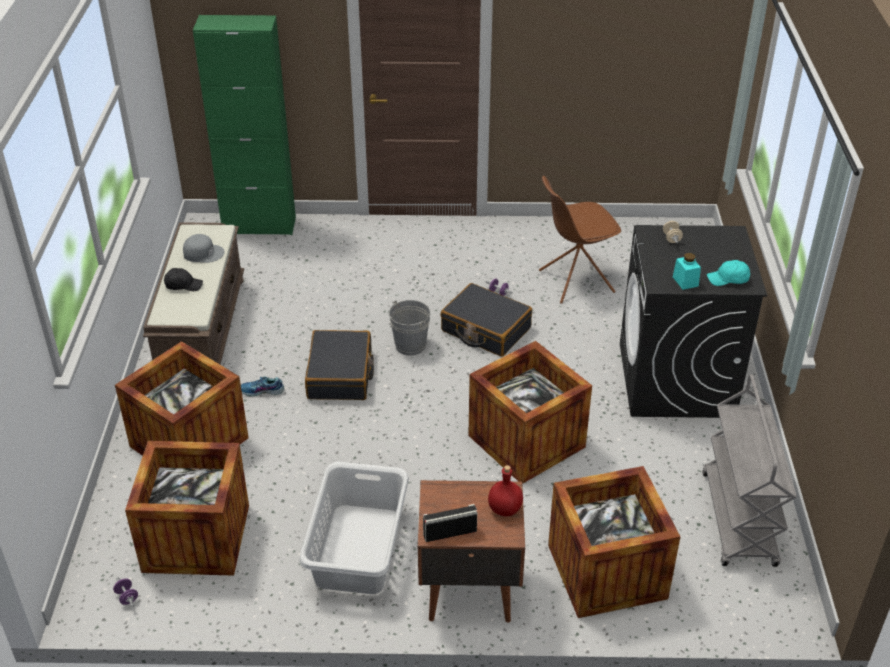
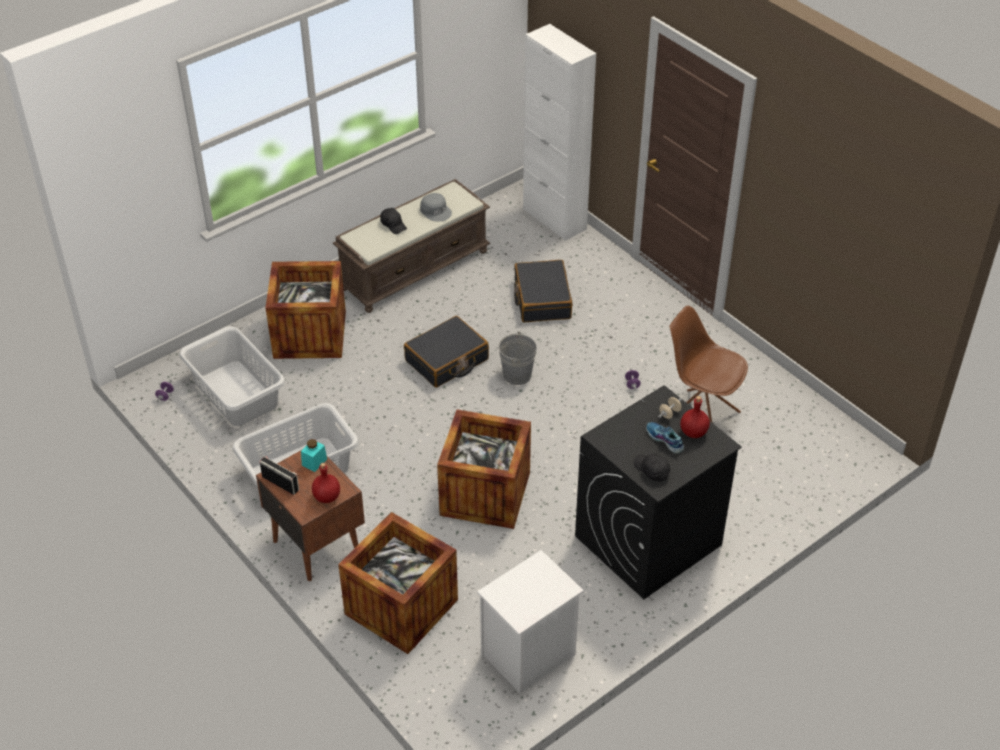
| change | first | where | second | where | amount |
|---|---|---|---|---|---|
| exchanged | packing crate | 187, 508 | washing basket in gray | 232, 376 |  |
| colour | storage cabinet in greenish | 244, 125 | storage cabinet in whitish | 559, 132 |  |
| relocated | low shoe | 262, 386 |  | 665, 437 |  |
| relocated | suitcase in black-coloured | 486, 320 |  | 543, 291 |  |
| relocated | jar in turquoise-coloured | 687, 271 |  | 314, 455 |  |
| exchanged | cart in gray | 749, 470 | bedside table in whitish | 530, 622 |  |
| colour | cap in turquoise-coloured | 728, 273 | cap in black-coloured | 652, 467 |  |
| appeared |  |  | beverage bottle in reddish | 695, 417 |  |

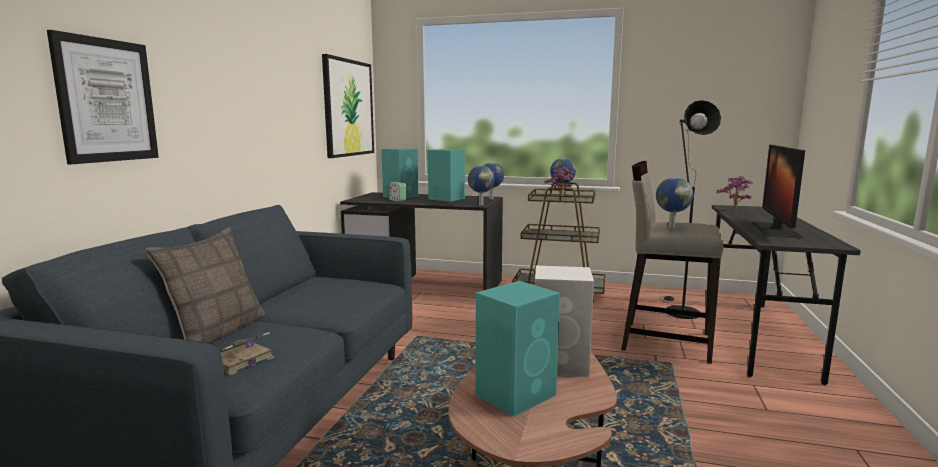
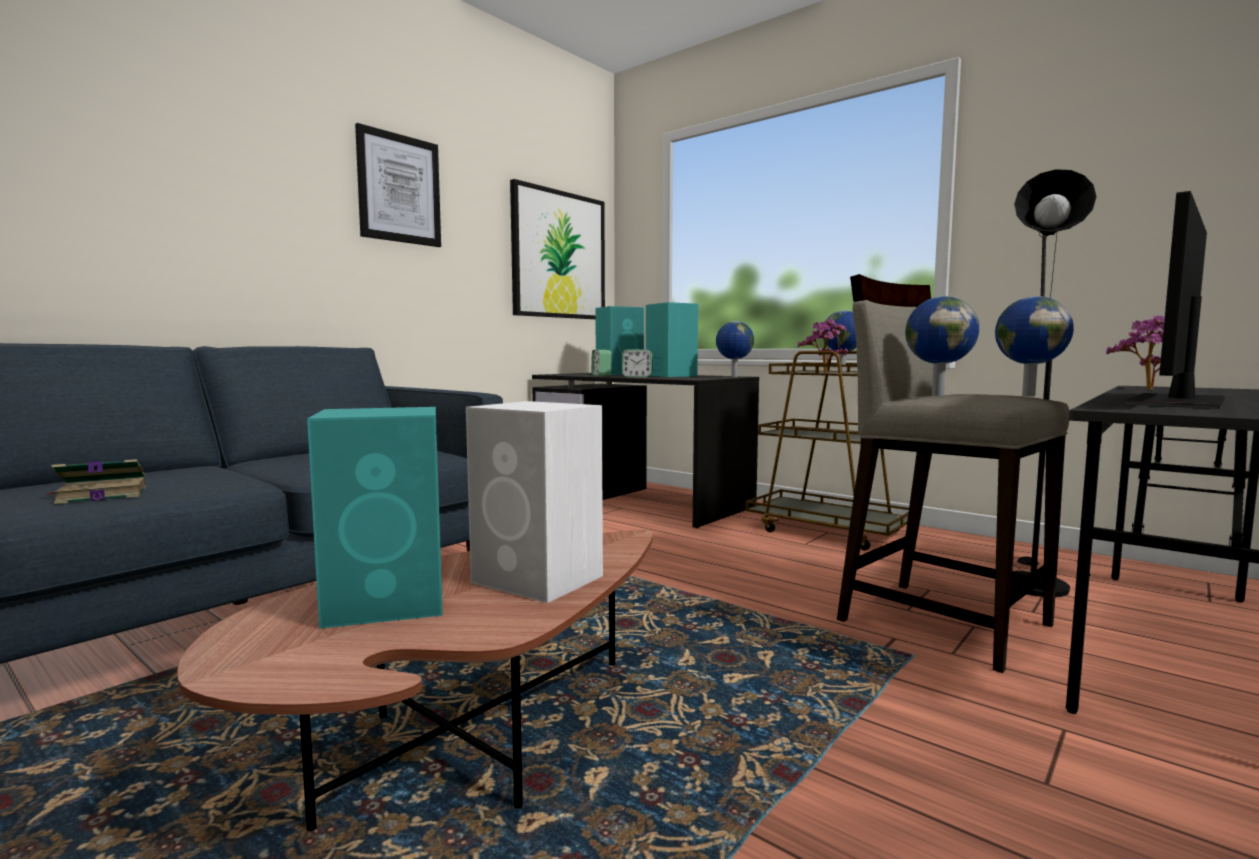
| change | first | where | second | where | amount |
|---|---|---|---|---|---|
| relocated | picture | 103, 97 |  | 398, 185 |  |
| missing | throw pillow | 205, 285 |  |  |  |
| relocated | globe | 481, 185 |  | 1034, 346 |  |
| appeared |  |  | table clock | 637, 363 |  |

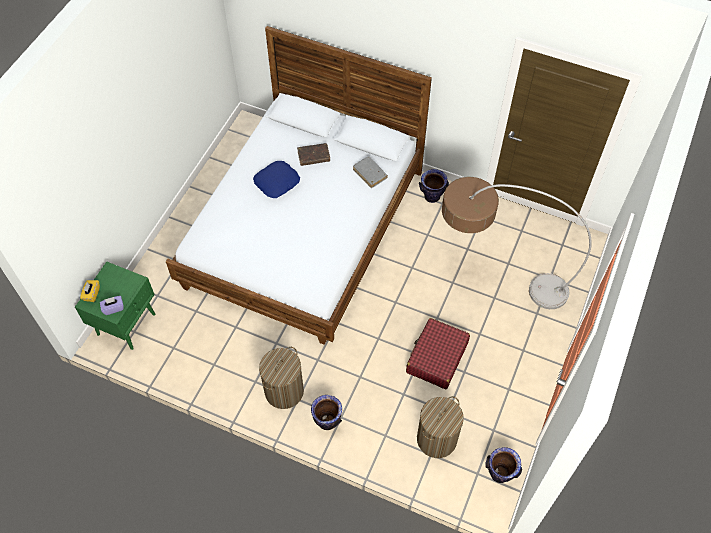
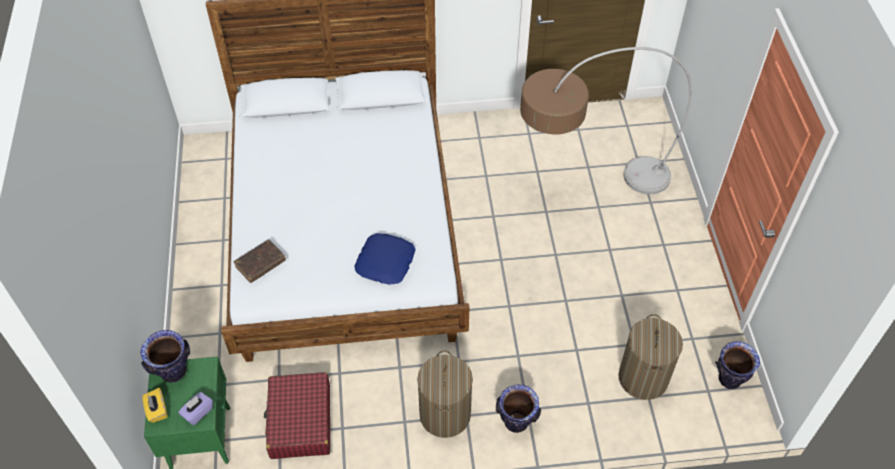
| change | first | where | second | where | amount |
|---|---|---|---|---|---|
| relocated | throw pillow in blue | 276, 179 |  | 385, 259 |  |
| relocated | bound book in brownish | 313, 154 |  | 260, 261 |  |
| missing | bound book in gray | 370, 172 |  |  |  |
| relocated | suitcase in reddish | 438, 353 |  | 297, 415 |  |
| relocated | vase | 434, 186 |  | 165, 356 |  |

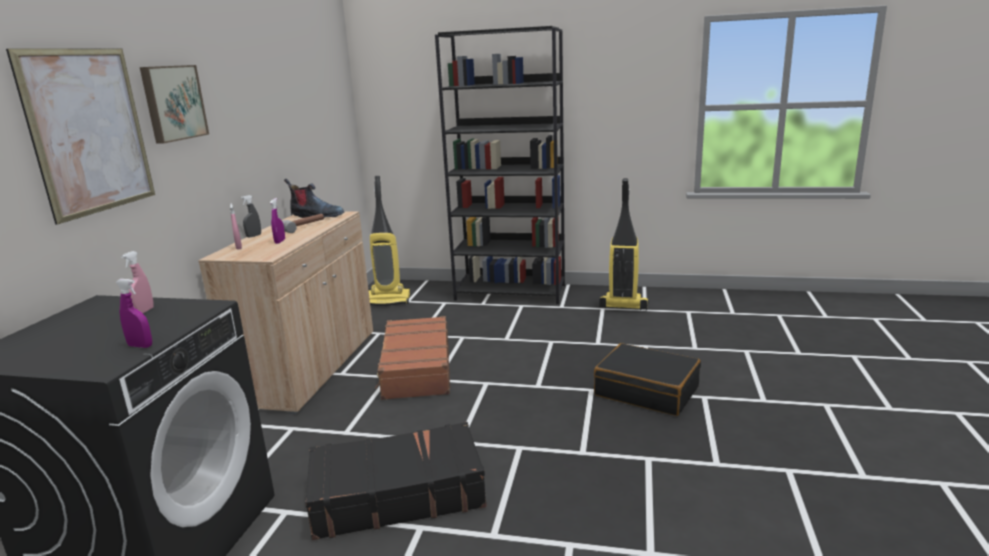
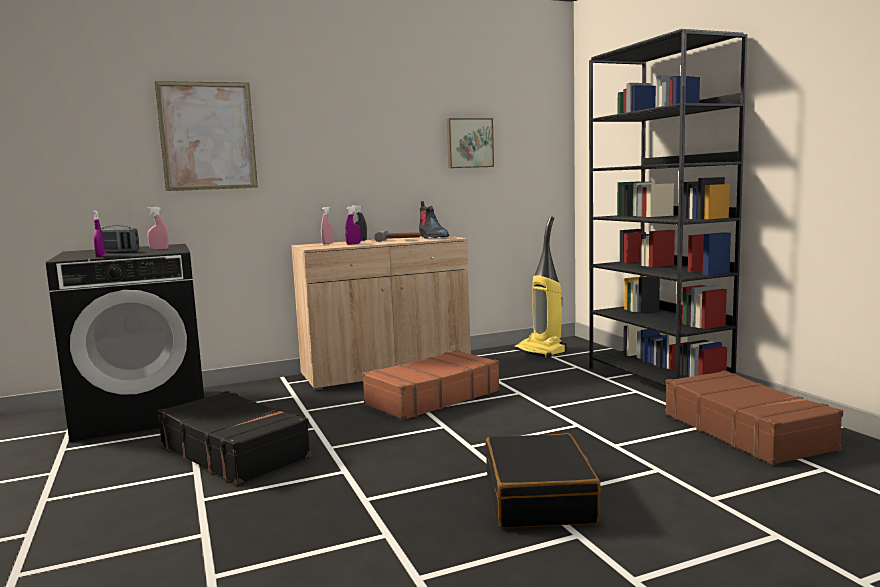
| change | first | where | second | where | amount |
|---|---|---|---|---|---|
| relocated | picture | 174, 104 |  | 470, 143 |  |
| exchanged | vacuum | 624, 244 | suitcase in brownish | 754, 418 |  |
| appeared |  |  | radio set | 120, 238 |  |

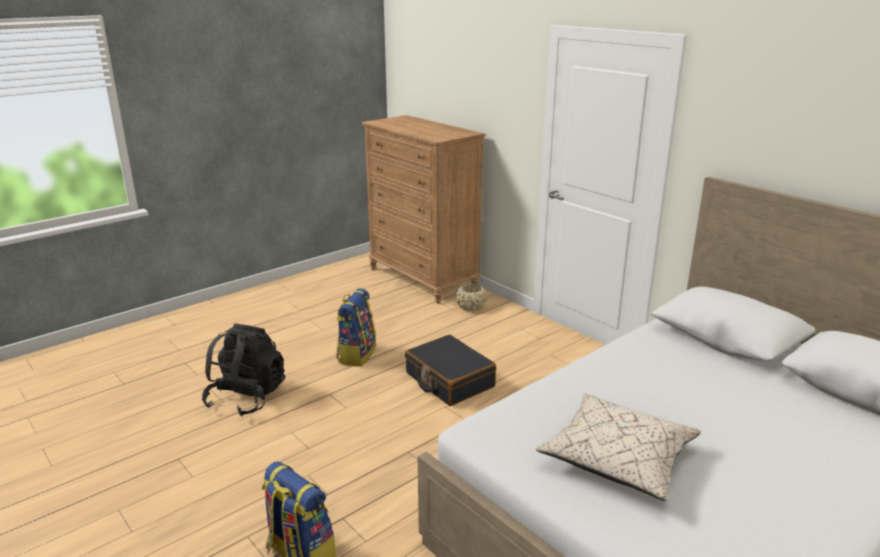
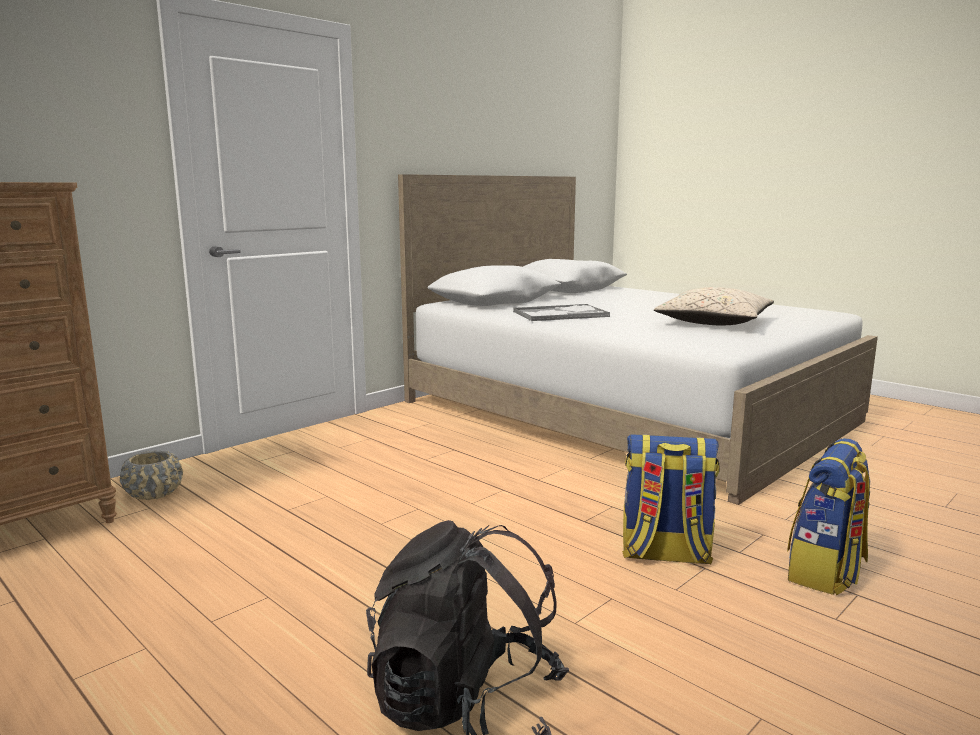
| change | first | where | second | where | amount |
|---|---|---|---|---|---|
| relocated | knapsack | 356, 327 |  | 671, 499 |  |
| missing | suitcase in black-coloured | 450, 370 |  |  |  |
| appeared |  |  | carrying tray | 561, 312 |  |

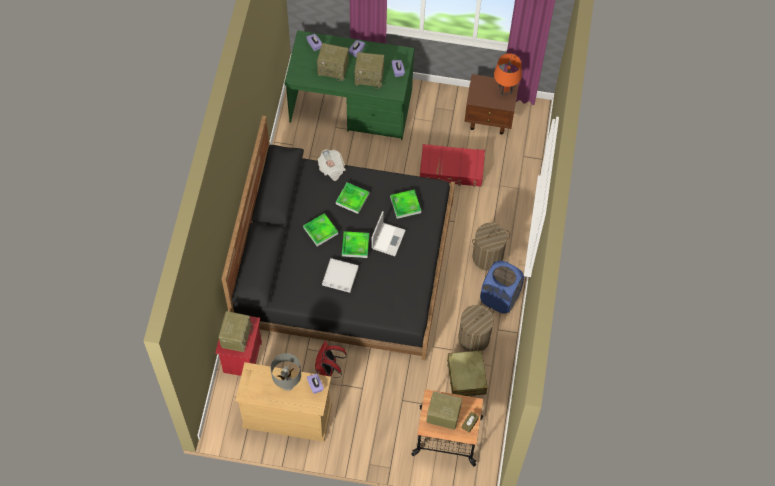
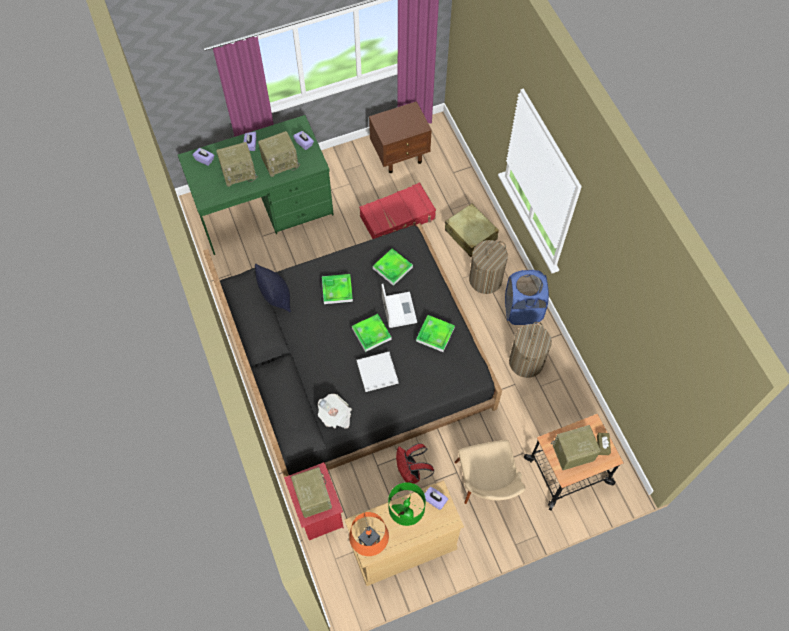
| change | first | where | second | where | amount |
|---|---|---|---|---|---|
| colour | lamp for a table in gray | 286, 372 | lamp for a table in greenish | 407, 504 |  |
| relocated | carrying tray | 320, 229 |  | 435, 333 |  |
| relocated | daily paper | 332, 165 |  | 335, 411 |  |
| relocated | suitcase in sand-coloured | 467, 373 |  | 472, 230 |  |
| relocated | lamp for a table in orangey | 508, 74 |  | 369, 534 |  |
| appeared |  |  | throw pillow in black-coloured | 273, 288 |  |
| appeared |  |  | chair in sand-coloured | 490, 472 |  |

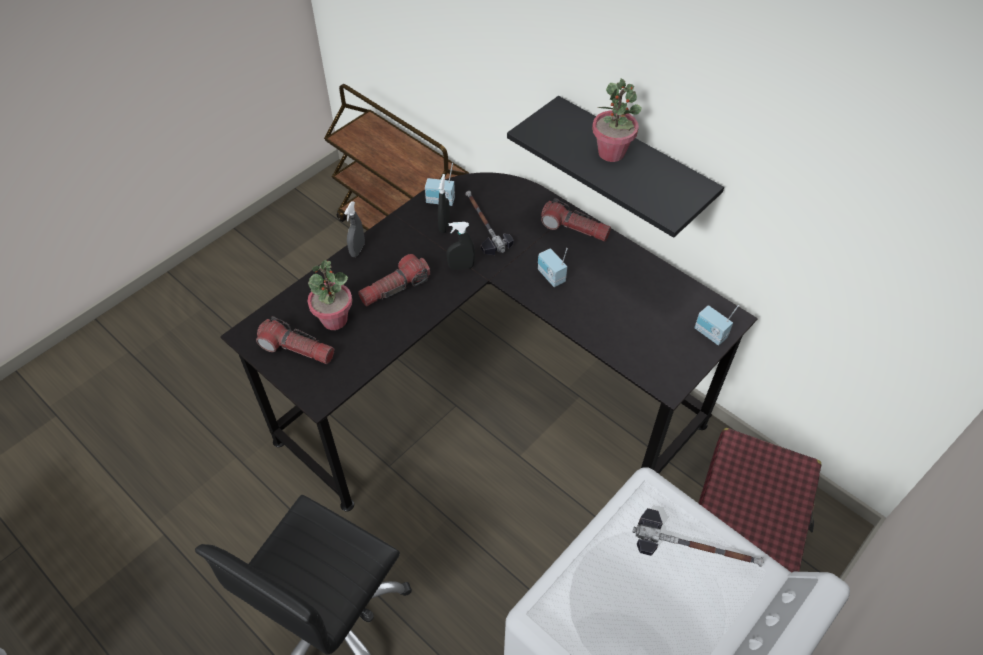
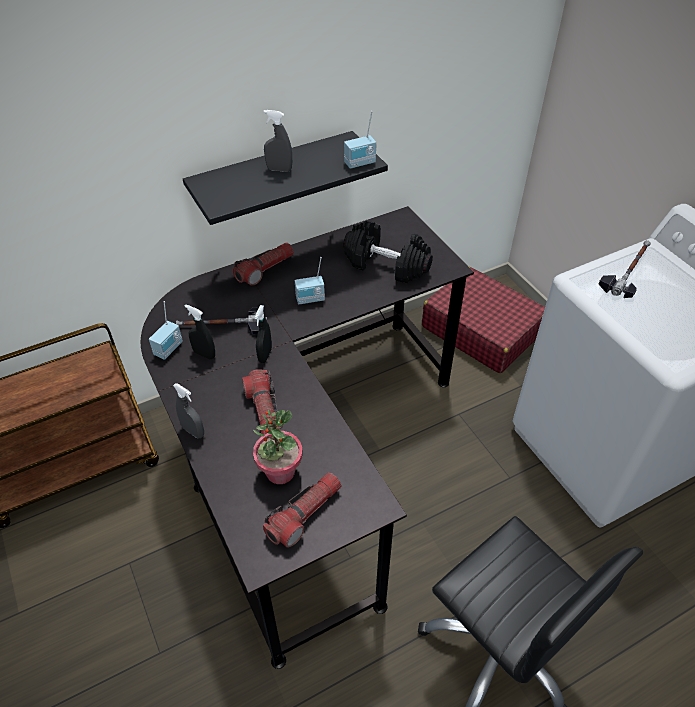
| change | first | where | second | where | amount |
|---|---|---|---|---|---|
| exchanged | houseplant | 617, 120 | hand sprayer in gray | 278, 141 |  |
| relocated | radio set | 716, 325 |  | 360, 140 |  |
| appeared |  |  | free weight in black-coloured | 388, 252 |  |

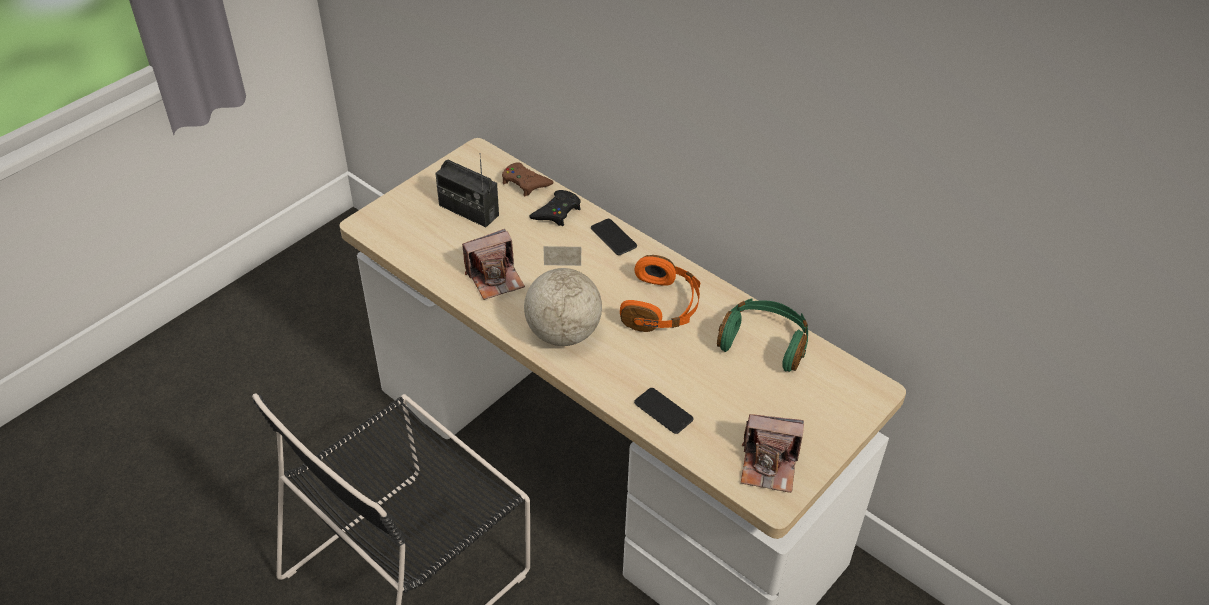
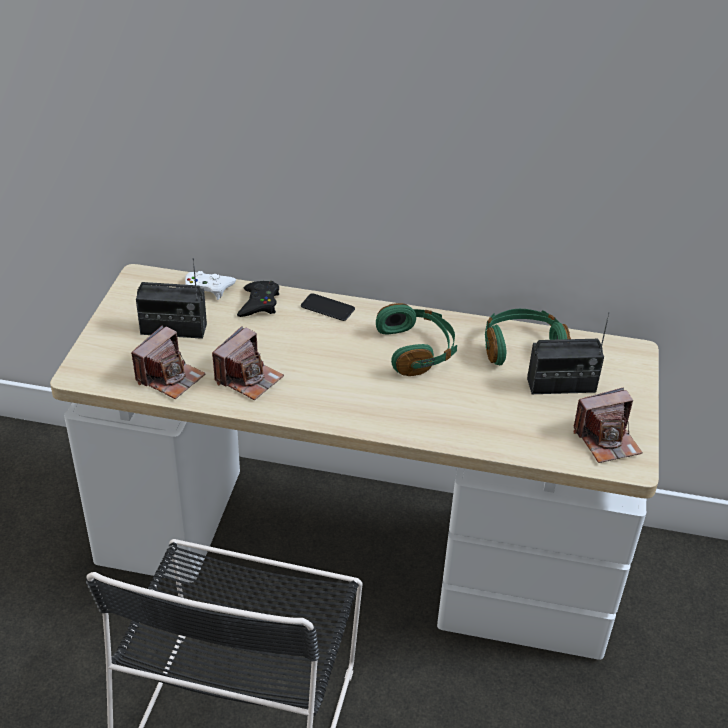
| change | first | where | second | where | amount |
|---|---|---|---|---|---|
| colour | joypad in brownish | 528, 179 | joypad in whitish | 210, 285 |  |
| missing | globe | 563, 296 |  |  |  |
| colour | headset in orangey | 660, 293 | headset in greenish | 416, 339 |  |
| missing | telephone | 664, 411 |  |  |  |
| appeared |  |  | still camera | 168, 362 |  |
| appeared |  |  | radio set | 568, 353 |  |

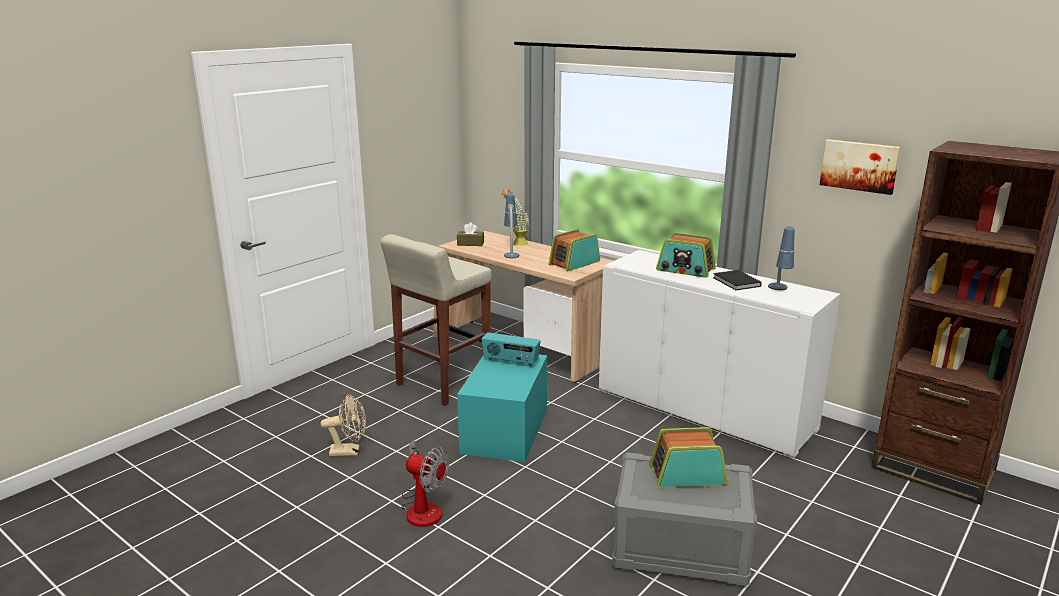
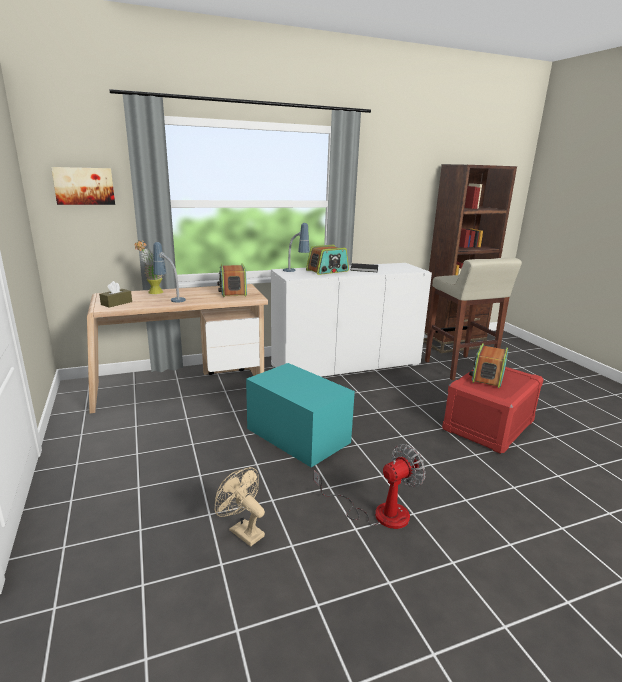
| change | first | where | second | where | amount |
|---|---|---|---|---|---|
| spun | electric fan in sand-coloured | 343, 425 |  | 239, 507 | 75 degrees counterclockwise |
| relocated | stool in sand-coloured | 436, 320 |  | 473, 319 |  |
| missing | radio set | 511, 349 |  |  |  |
| colour | storage box in gray | 684, 519 | storage box in reddish | 493, 410 |  |
| relocated | lamp for a table | 781, 258 |  | 296, 247 |  |
| relocated | picture | 860, 167 |  | 83, 186 |  |

